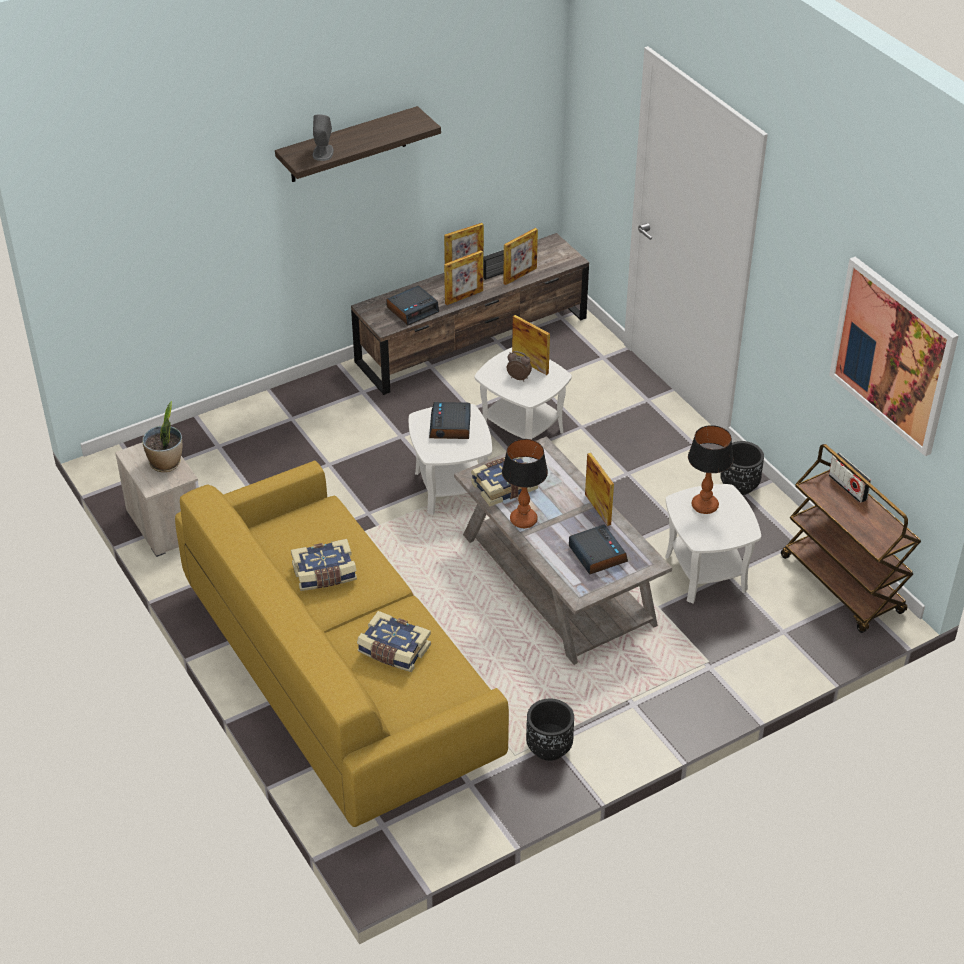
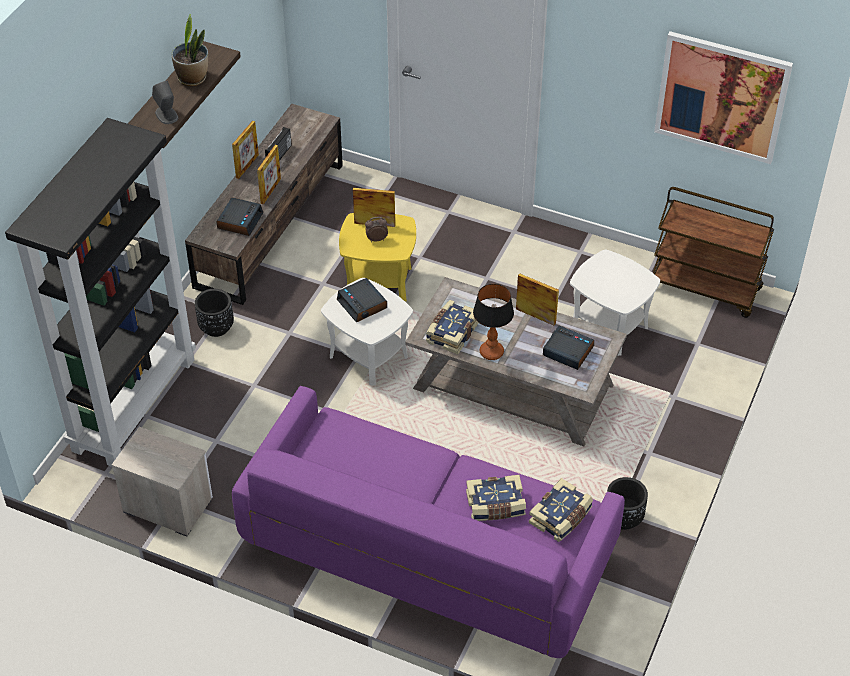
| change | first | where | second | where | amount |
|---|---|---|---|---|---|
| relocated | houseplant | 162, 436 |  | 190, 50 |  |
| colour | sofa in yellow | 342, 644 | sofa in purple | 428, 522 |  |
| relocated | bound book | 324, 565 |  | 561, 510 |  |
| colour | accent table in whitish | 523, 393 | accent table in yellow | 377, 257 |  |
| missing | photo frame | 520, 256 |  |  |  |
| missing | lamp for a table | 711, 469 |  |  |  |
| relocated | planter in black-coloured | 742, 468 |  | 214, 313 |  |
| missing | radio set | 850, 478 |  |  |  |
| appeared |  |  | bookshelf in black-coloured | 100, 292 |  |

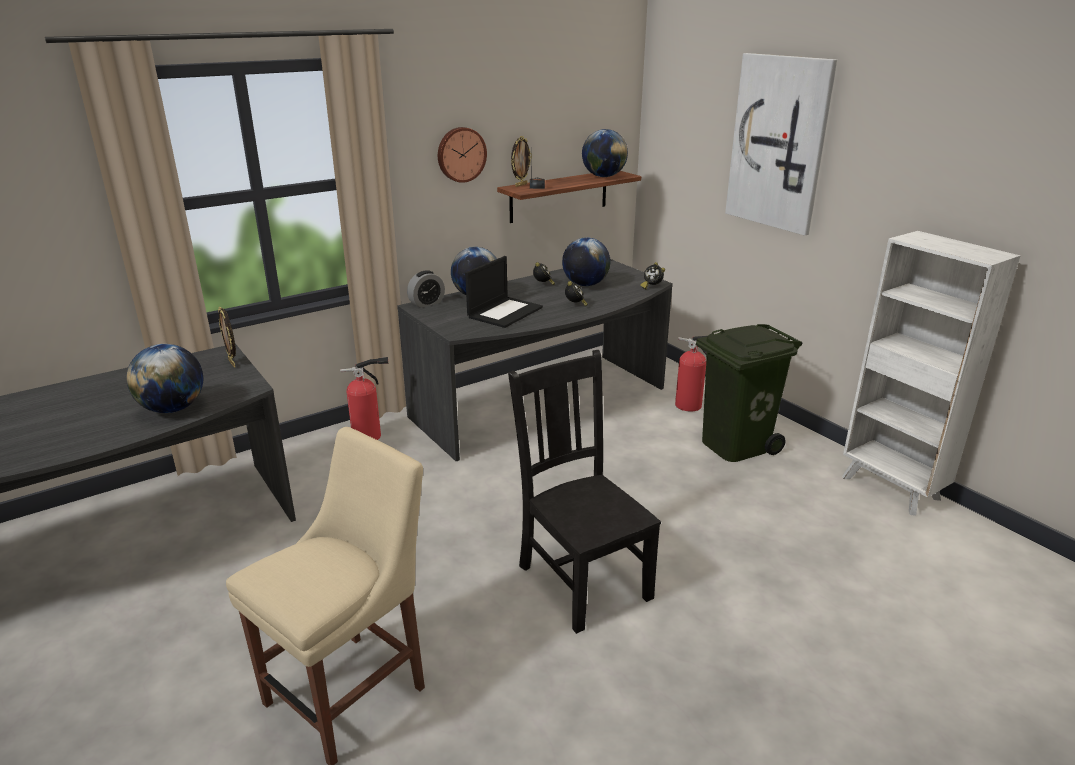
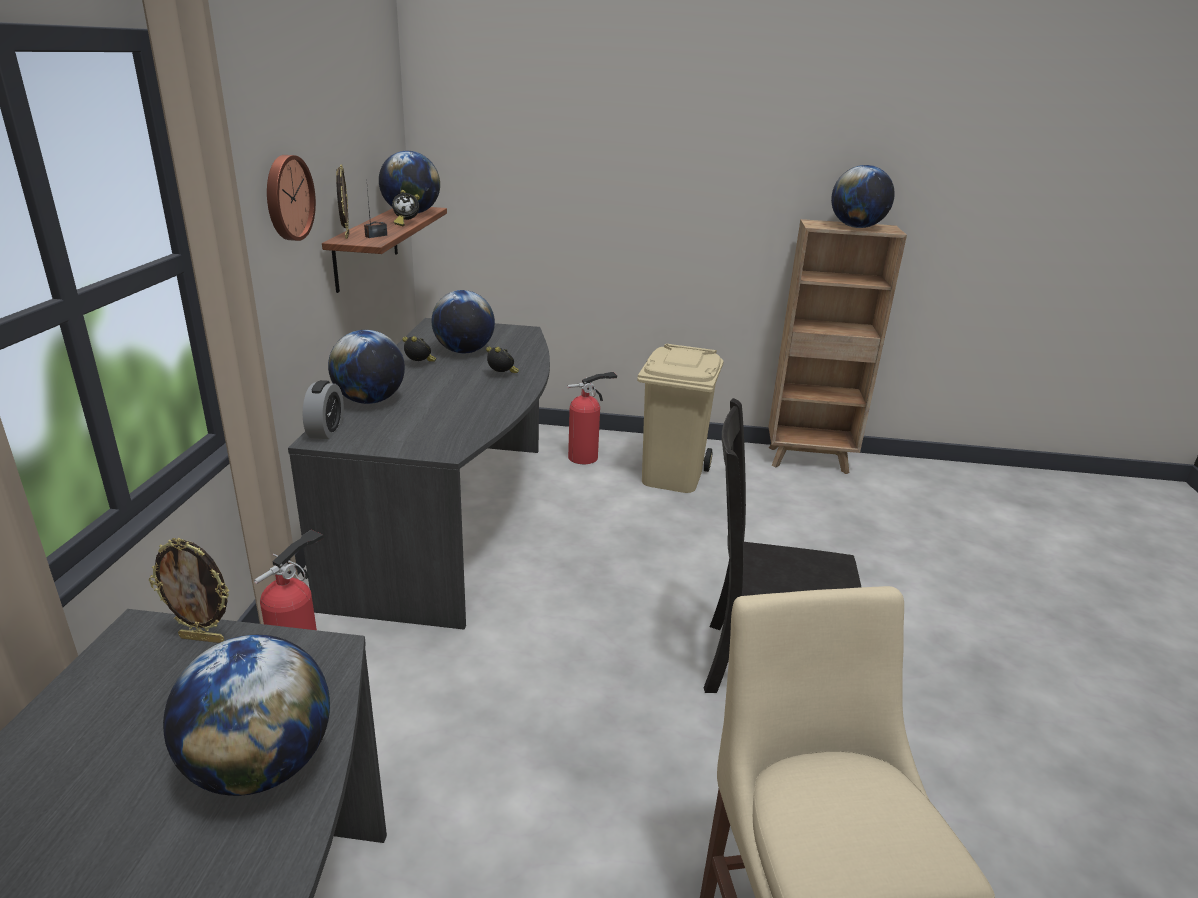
| change | first | where | second | where | amount |
|---|---|---|---|---|---|
| missing | notebook computer | 504, 292 |  |  |  |
| relocated | table clock | 652, 275 |  | 406, 208 |  |
| colour | rubbish bin in greenish | 749, 393 | rubbish bin in sand-coloured | 680, 418 |  |
| missing | picture | 781, 144 |  |  |  |
| colour | bookshelf in whitish | 931, 373 | bookshelf in brownish | 837, 346 |  |
| appeared |  |  | globe | 863, 196 |  |

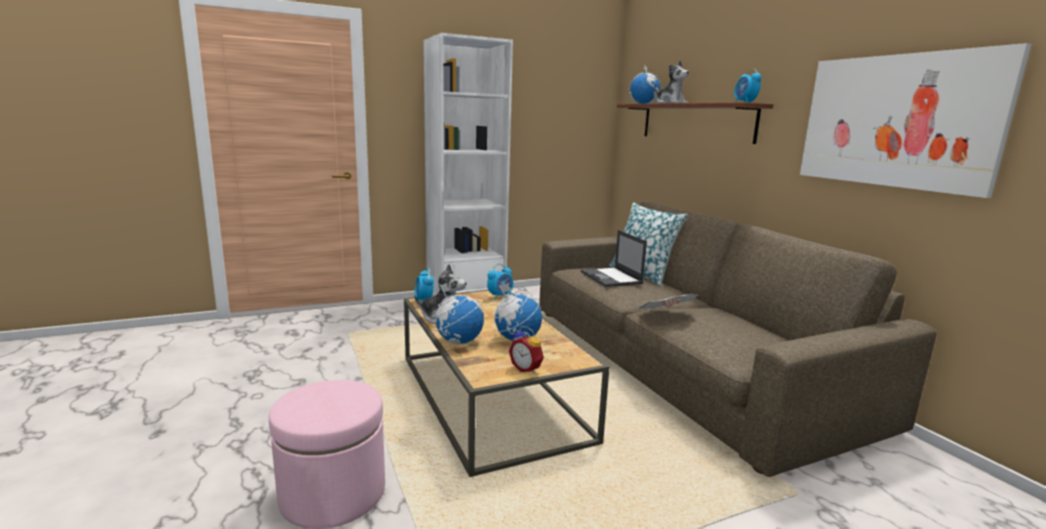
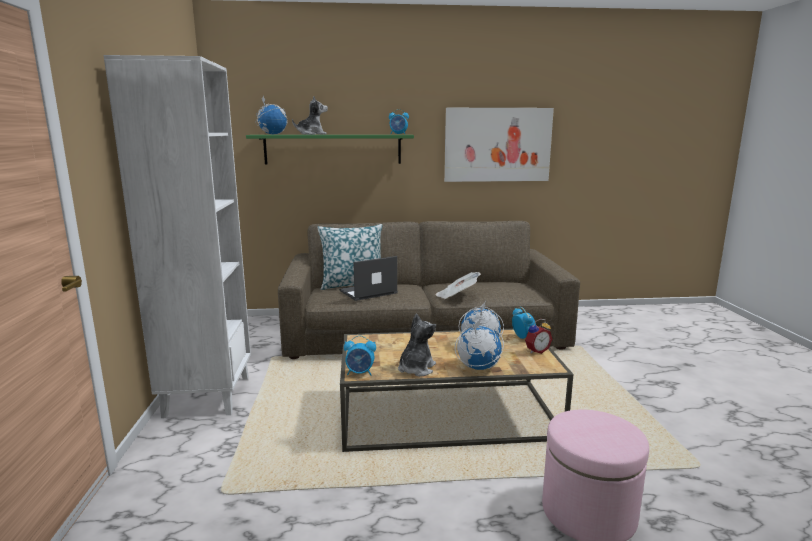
| change | first | where | second | where | amount |
|---|---|---|---|---|---|
| relocated | table clock | 500, 282 |  | 524, 323 |  |
| spun | notebook computer | 614, 258 |  | 368, 278 | 150 degrees clockwise |
| colour | wall shelf in brownish | 695, 123 | wall shelf in greenish | 330, 150 |  |

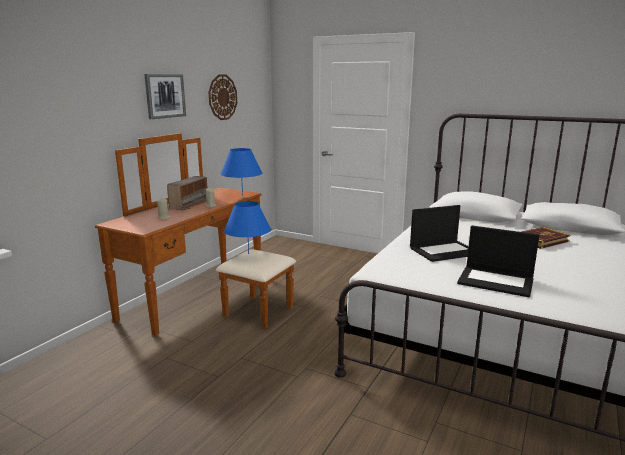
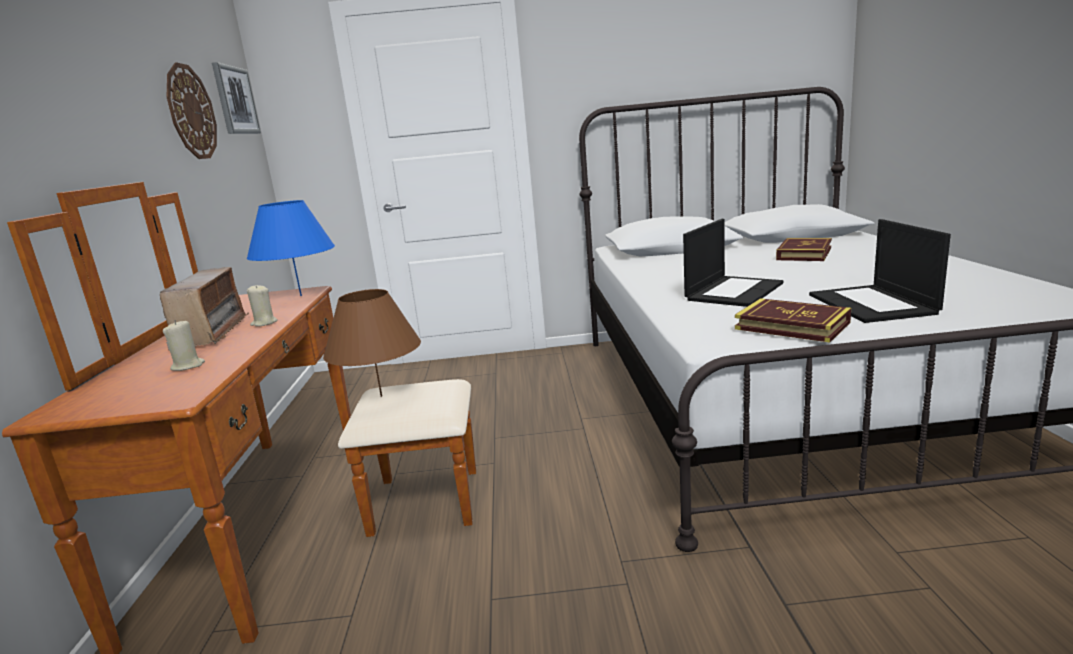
| change | first | where | second | where | amount |
|---|---|---|---|---|---|
| relocated | picture | 165, 96 |  | 236, 98 |  |
| colour | lamp for a table in blue | 247, 227 | lamp for a table in brownish | 372, 343 |  |
| spun | notebook computer | 498, 261 |  | 880, 271 | 90 degrees clockwise |
| appeared |  |  | bound book | 793, 320 |  |

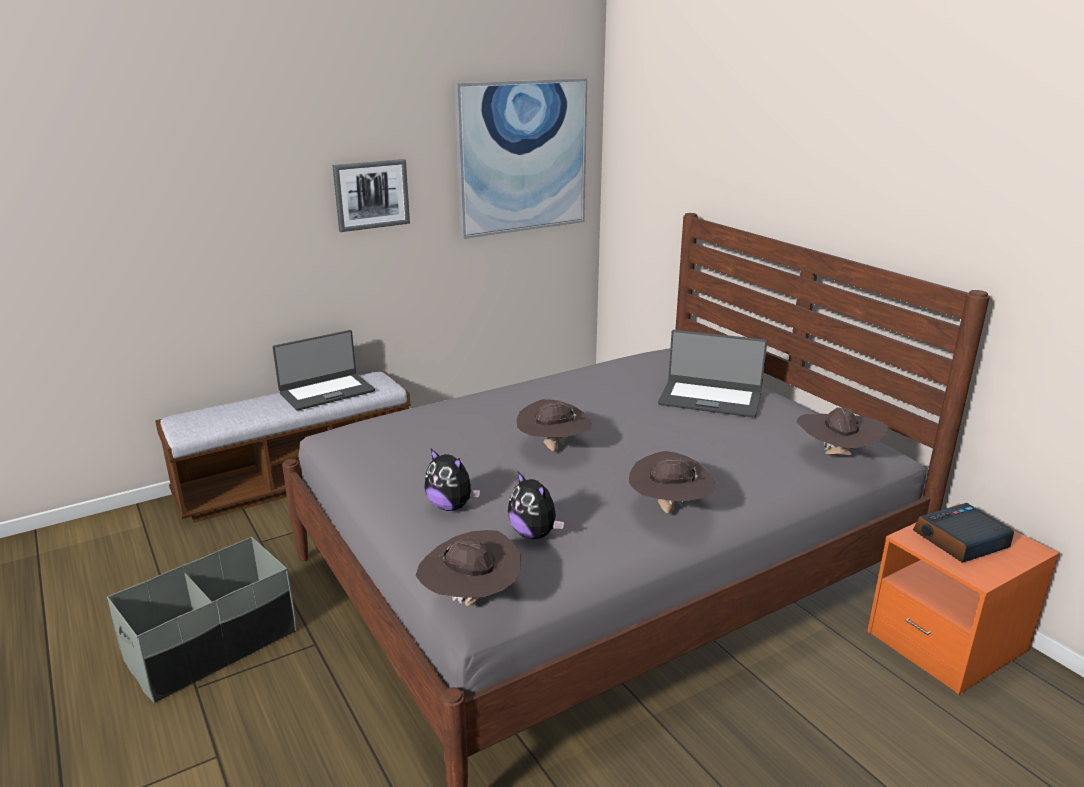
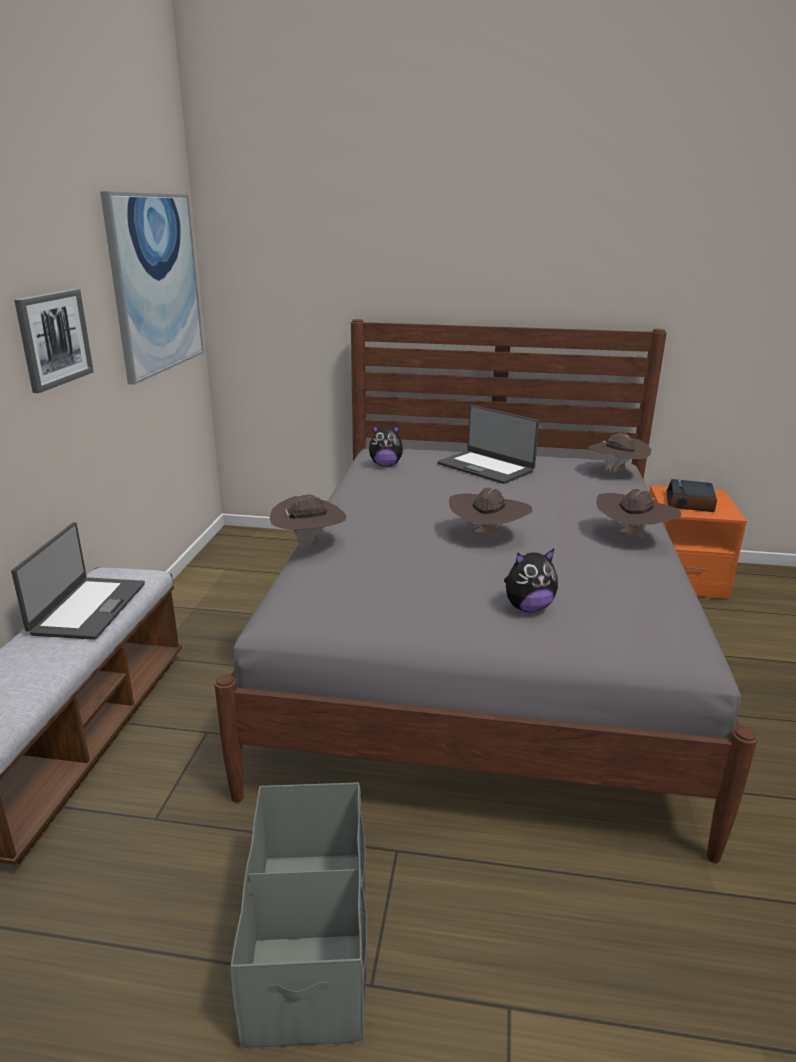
| change | first | where | second | where | amount |
|---|---|---|---|---|---|
| relocated | wearable hat in brownish | 468, 568 |  | 308, 521 |  |
| relocated | plush toy | 536, 504 |  | 387, 446 |  |
| spun | notebook computer | 712, 374 |  | 488, 444 | 75 degrees clockwise |

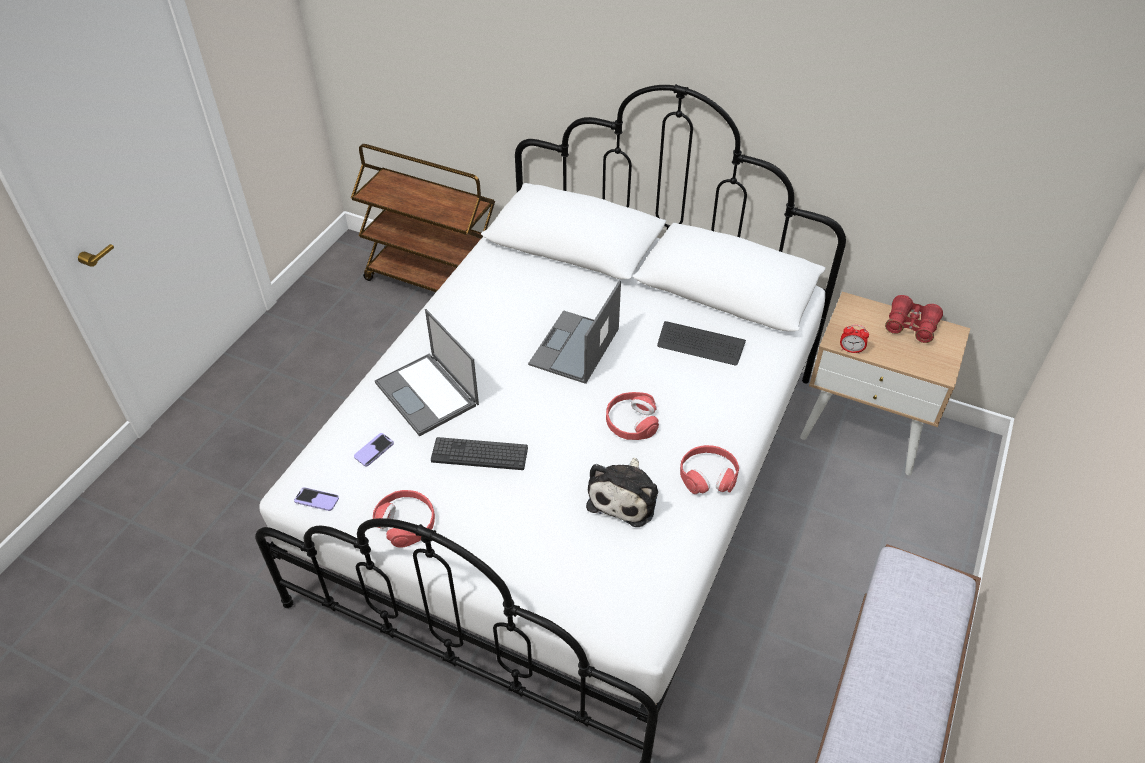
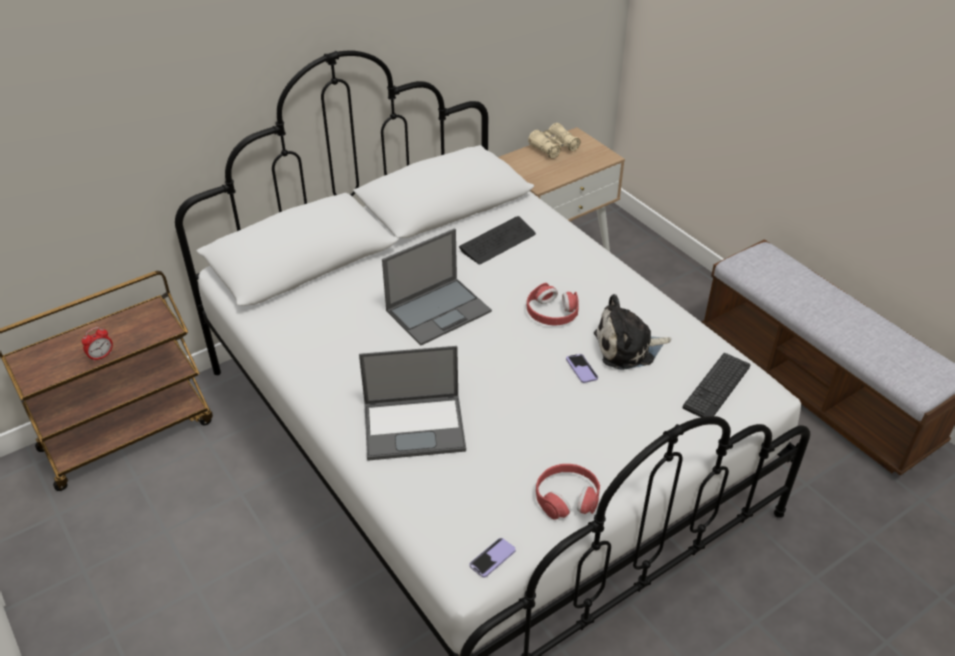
| change | first | where | second | where | amount |
|---|---|---|---|---|---|
| relocated | telephone | 374, 449 |  | 582, 368 |  |
| relocated | PC keyboard | 479, 453 |  | 716, 385 |  |
| spun | notebook computer | 574, 332 |  | 437, 286 | 90 degrees counterclockwise |
| spun | plush toy | 622, 492 |  | 632, 332 | 120 degrees clockwise |
| missing | headset in reddish | 709, 469 |  |  |  |
| relocated | table clock | 854, 339 |  | 97, 344 |  |
| colour | field glasses in reddish | 914, 319 | field glasses in sand-coloured | 554, 141 |  |

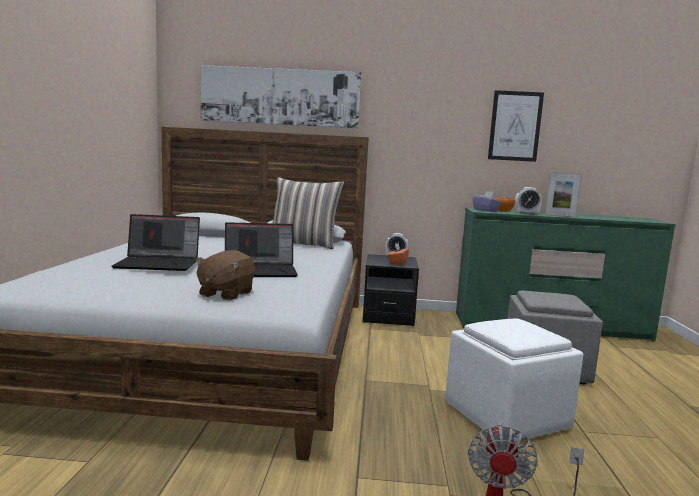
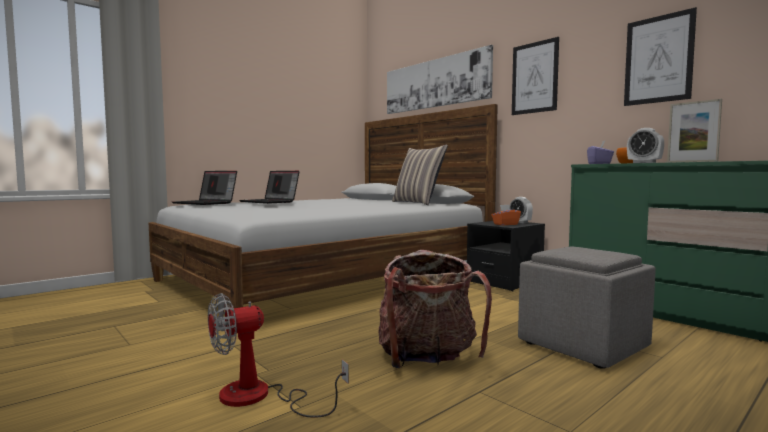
| change | first | where | second | where | amount |
|---|---|---|---|---|---|
| missing | plush toy in brownish | 225, 275 |  |  |  |
| relocated | notebook computer | 261, 249 |  | 204, 188 |  |
| exchanged | pouffe in whitish | 514, 380 | knapsack | 435, 309 |  |
| appeared |  |  | picture | 535, 76 |  |

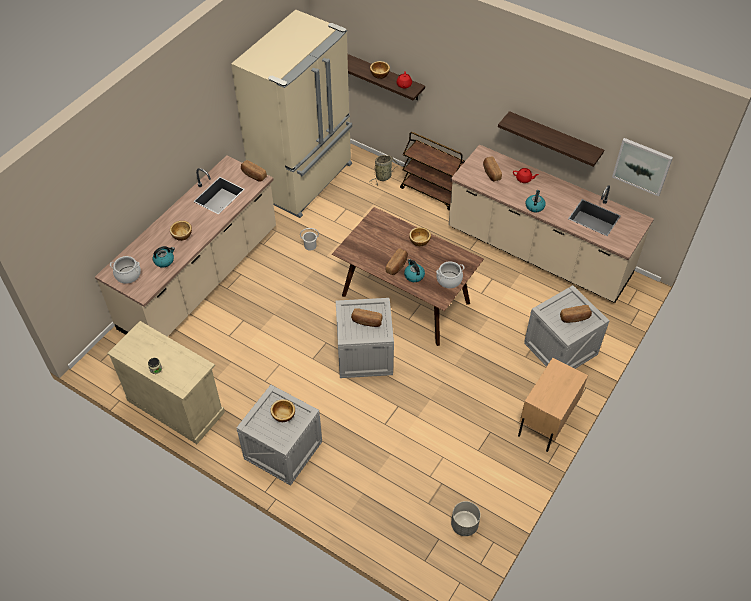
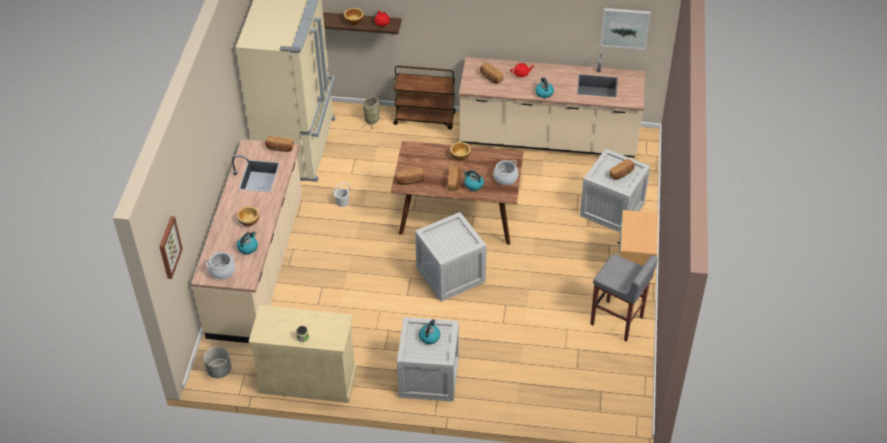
| change | first | where | second | where | amount |
|---|---|---|---|---|---|
| exchanged | deep dish | 282, 410 | tea kettle | 429, 331 |  |
| relocated | baked bread | 366, 317 |  | 410, 176 |  |
| relocated | planter in gray | 466, 518 |  | 217, 362 |  |
| missing | wall shelf | 551, 139 |  |  |  |
| appeared |  |  | picture | 171, 247 |  |
| appeared |  |  | stool in gray | 624, 298 |  |

